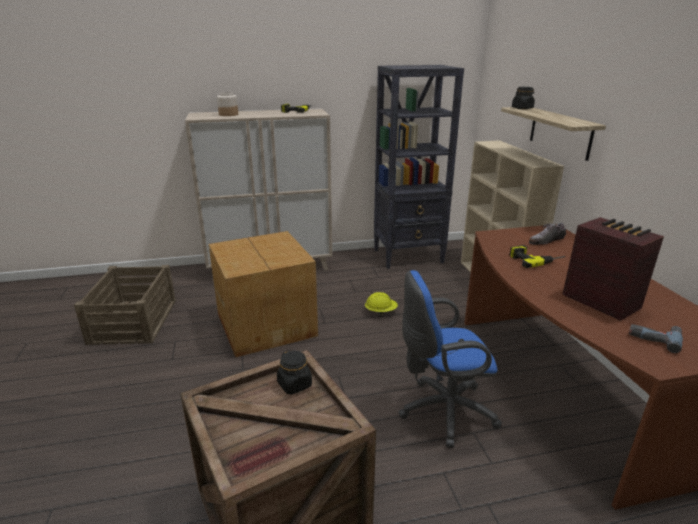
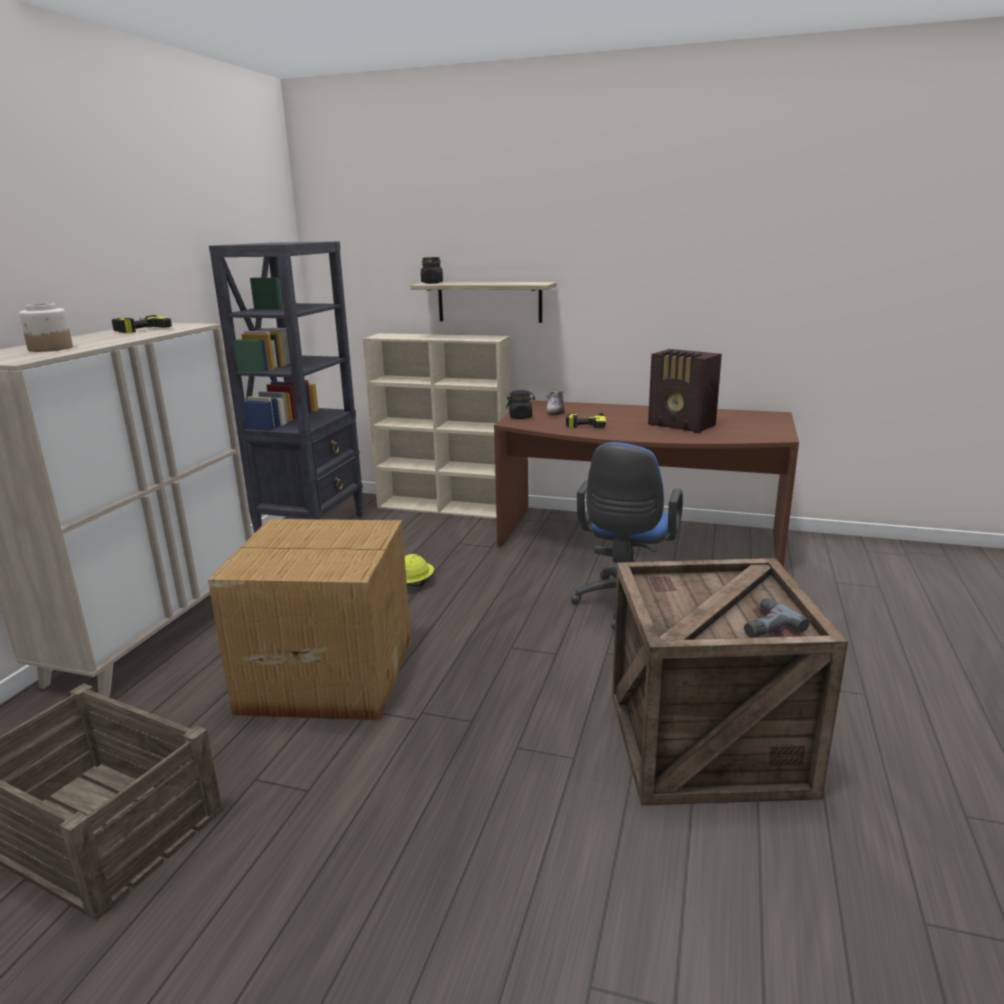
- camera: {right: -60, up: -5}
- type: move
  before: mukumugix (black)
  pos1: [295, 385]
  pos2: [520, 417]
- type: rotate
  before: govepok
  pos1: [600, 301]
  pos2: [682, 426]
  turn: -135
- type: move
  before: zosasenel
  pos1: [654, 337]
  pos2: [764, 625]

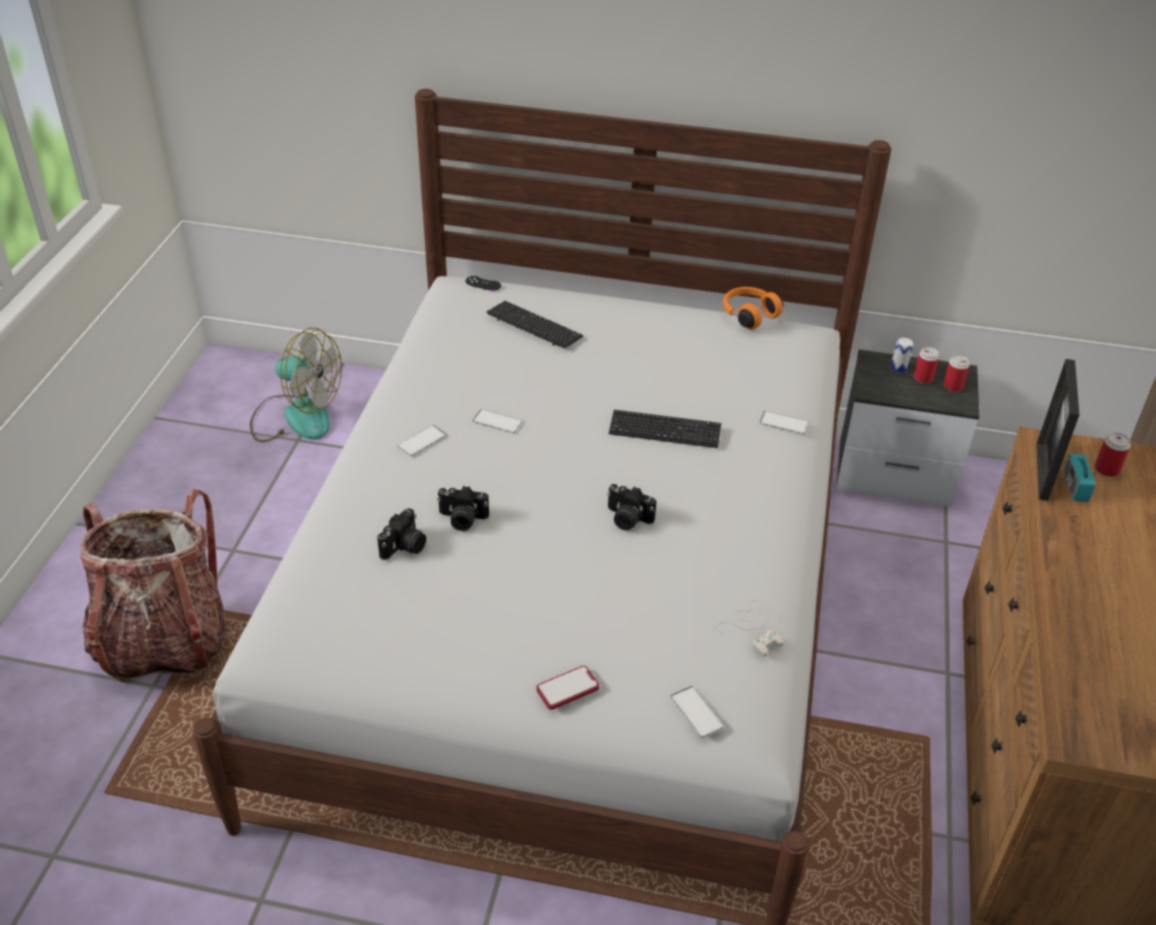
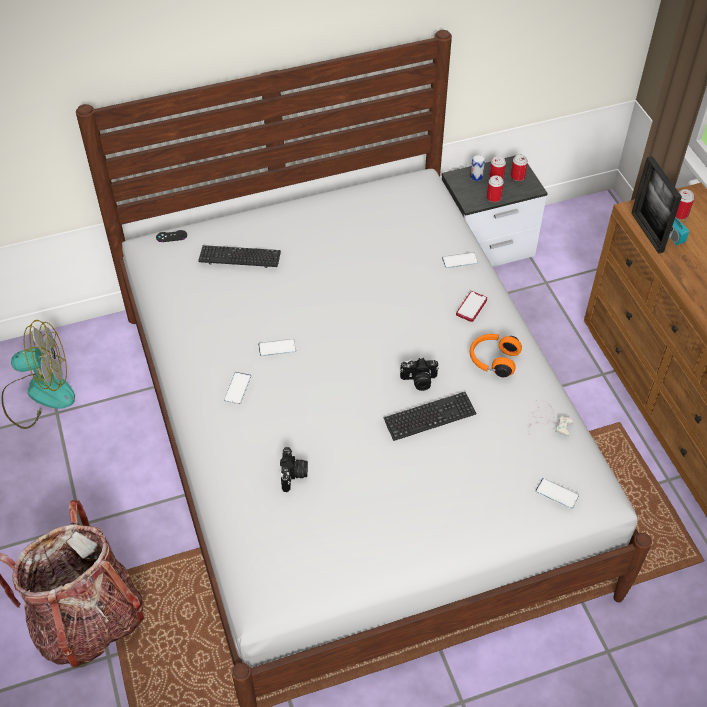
- camera: {right: -30, up: 10}
- type: delete
  before: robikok
  pos1: [462, 519]
- type: move
  before: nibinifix
  pos1: [567, 689]
  pos2: [471, 307]
- type: move
  before: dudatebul
  pos1: [664, 431]
  pos2: [429, 417]
- type: move
  before: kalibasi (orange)
  pos1: [748, 315]
  pos2: [493, 360]
- type: insert
  after: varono
  pos2: [493, 197]

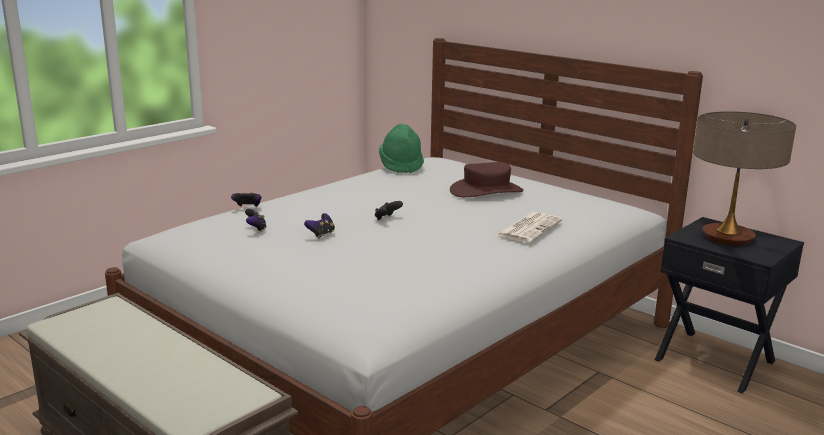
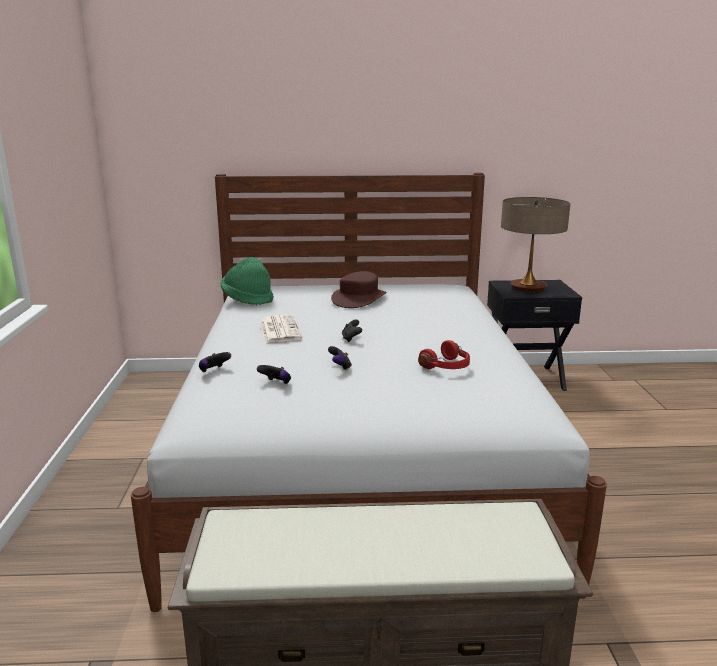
- camera: {right: -45, up: 0}
- type: move
  before: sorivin
  pos1: [529, 228]
  pos2: [279, 330]
- type: insert
  after: kalibasi (red)
  pos2: [447, 366]

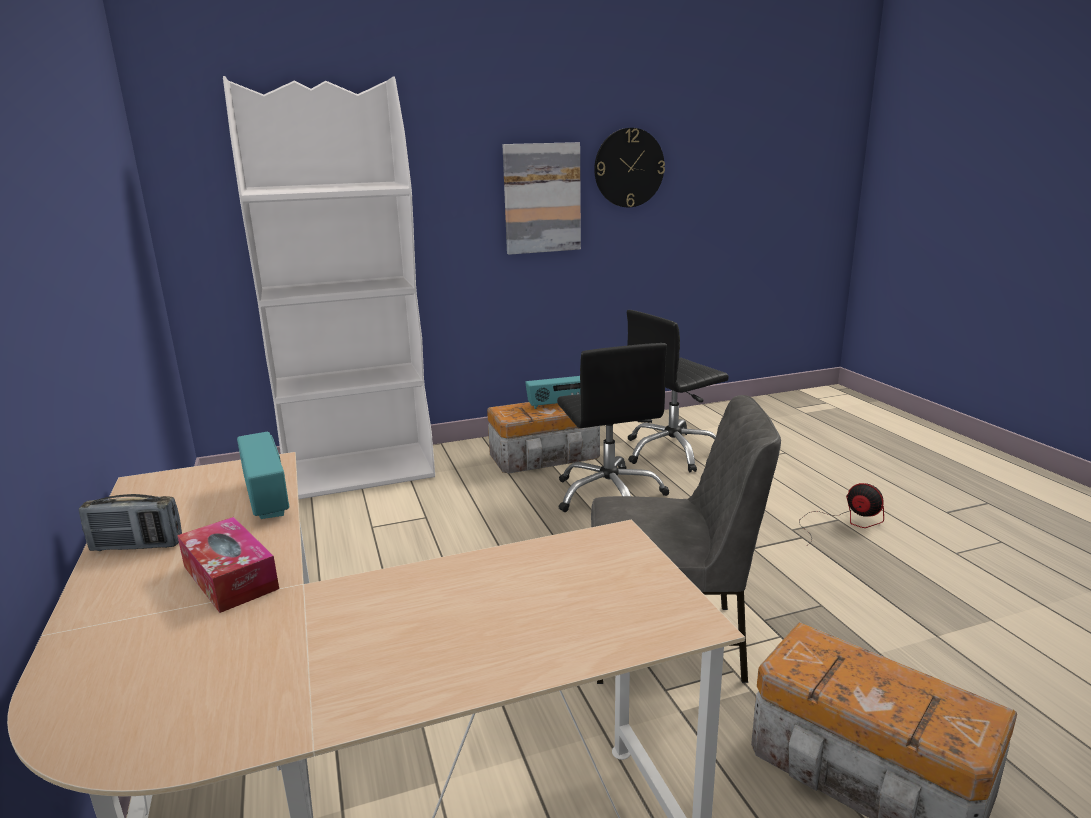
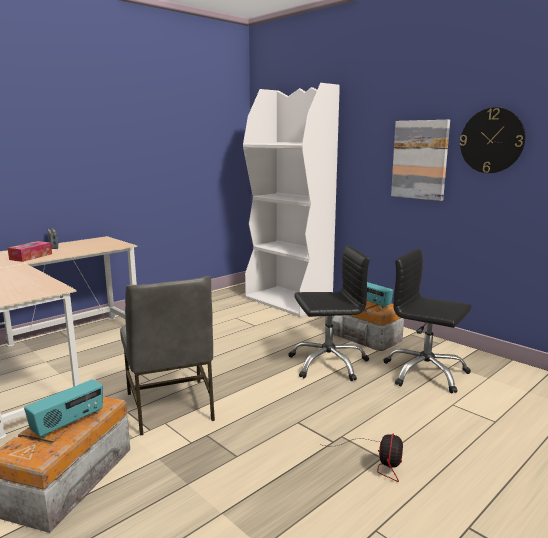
- camera: {right: 65, up: -5}
- type: move
  before: govepok
  pos1: [268, 498]
  pos2: [68, 423]
- type: rotate
  before: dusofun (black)
  pos1: [609, 495]
  pos2: [328, 363]
  turn: -150

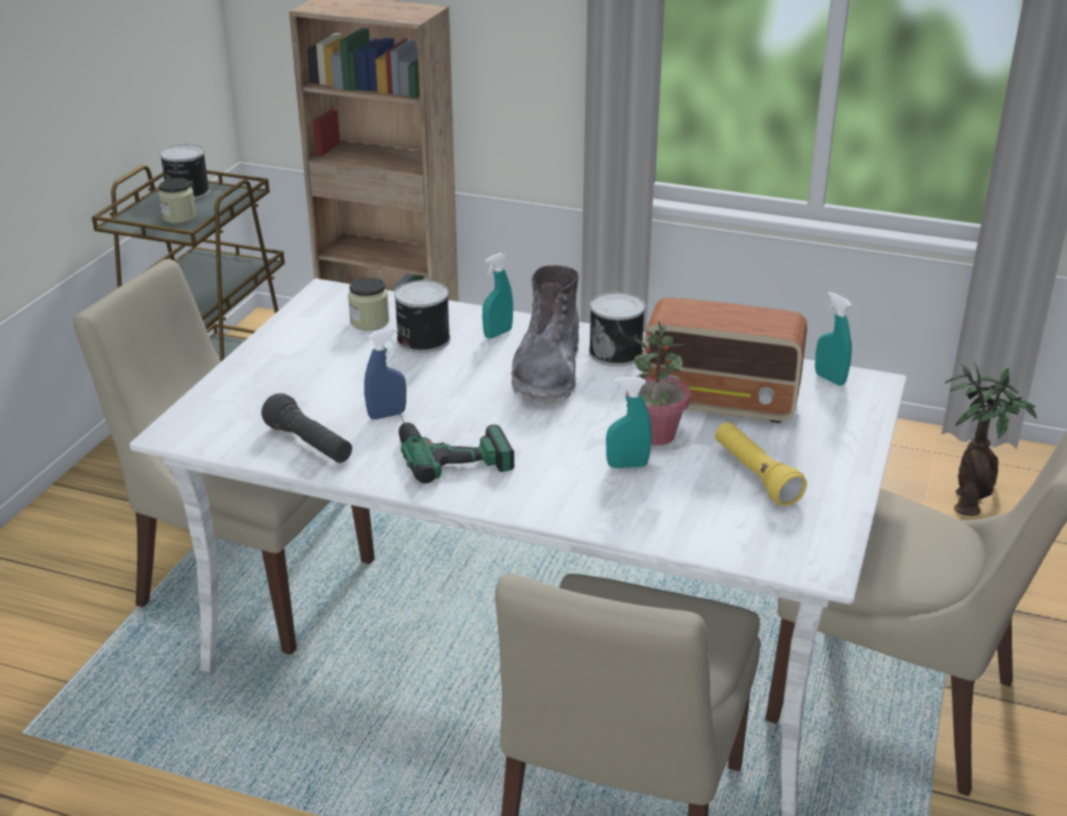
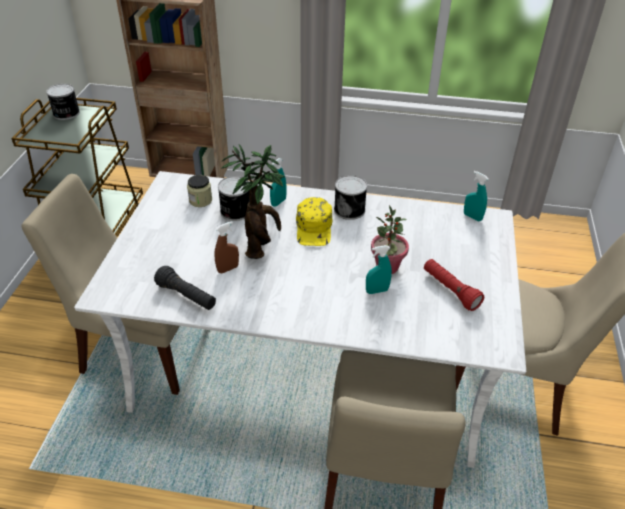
- camera: {right: -10, up: 10}
- type: delete
  before: mukumugix
  pos1: [179, 217]
- type: recolor
  before: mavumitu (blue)
  after: mavumitu (brown)
  pos1: [387, 415]
  pos2: [228, 269]
- type: delete
  before: zosasenel
  pos1: [449, 448]
- type: replace
  before: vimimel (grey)
  after: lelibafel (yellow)
  pos1: [548, 373]
  pos2: [314, 228]
- type: delete
  before: govepok
  pos1: [722, 403]
- type: recolor
  before: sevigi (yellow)
  after: sevigi (red)
  pos1: [755, 476]
  pos2: [450, 290]
- type: move
  before: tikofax
  pos1: [971, 501]
  pos2: [261, 245]

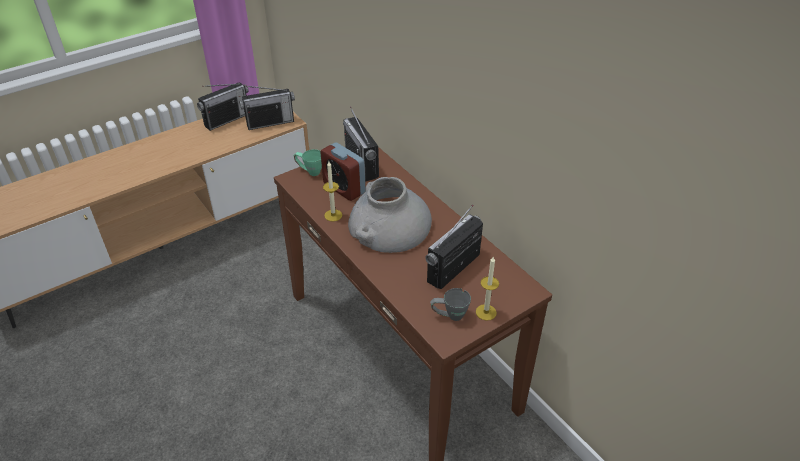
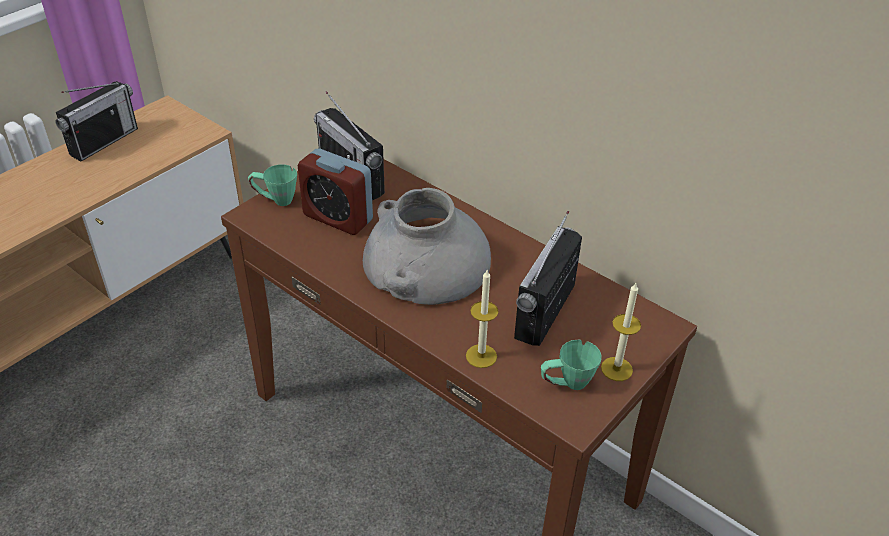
- camera: {right: -15, up: 0}
- type: delete
  before: govepok
  pos1: [270, 123]
- type: move
  before: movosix
  pos1: [333, 215]
  pos2: [481, 356]
- type: recolor
  before: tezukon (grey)
  after: tezukon (green)
  pos1: [449, 316]
  pos2: [566, 384]

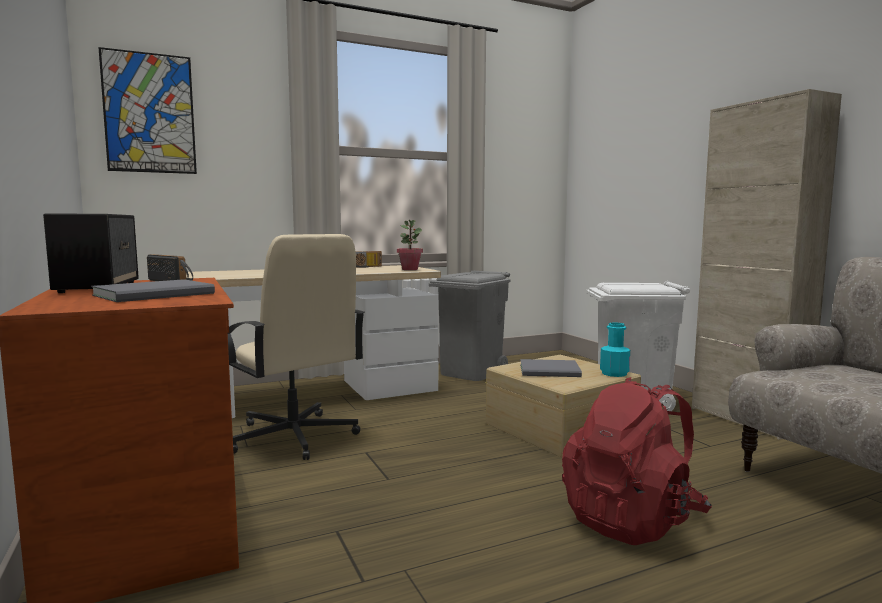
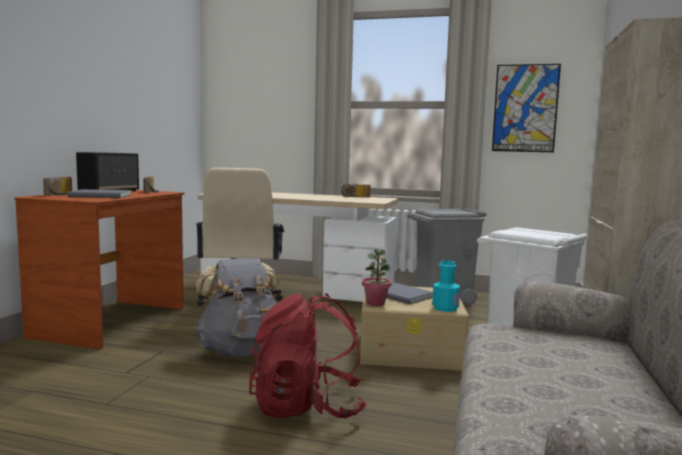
- camera: {right: 40, up: 0}
- type: move
  before: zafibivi
  pos1: [149, 113]
  pos2: [525, 108]
- type: move
  before: tikofax
  pos1: [410, 269]
  pos2: [376, 303]
- type: insert
  after: govepok
  pos2: [61, 194]
- type: insert
  after: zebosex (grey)
  pos2: [242, 352]

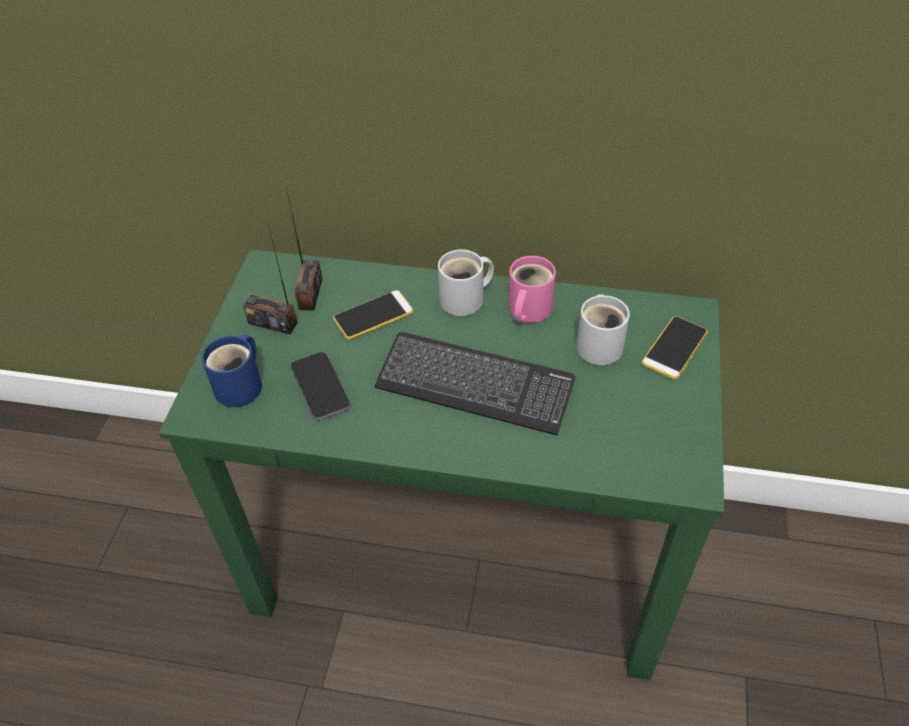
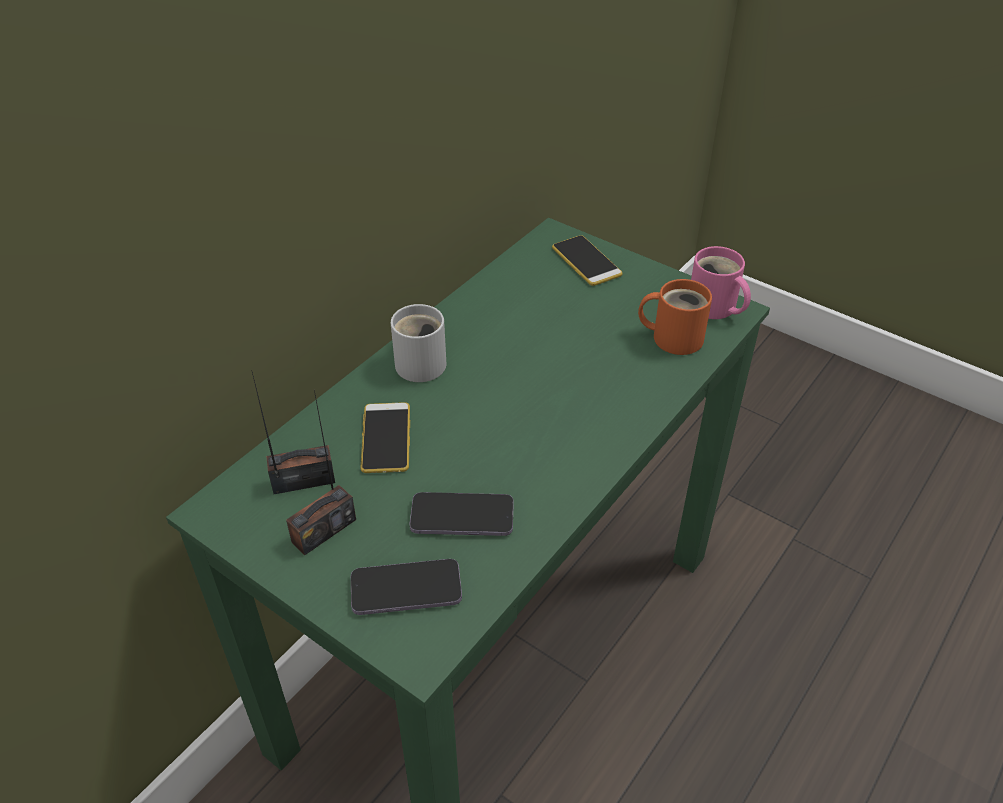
- camera: {right: -65, up: -5}
- type: replace
  before: tezukon (blue)
  after: nibinifix
  pos1: [242, 385]
  pos2: [406, 589]
- type: rotate
  before: govepok
  pos1: [310, 294]
  pos2: [303, 481]
  turn: -45
- type: delete
  before: dudatebul
  pos1: [474, 385]
- type: move
  before: tezukon (pink)
  pos1: [527, 310]
  pos2: [714, 307]
- type: delete
  before: tezukon (white)
  pos1: [600, 344]
- type: insert
  after: tezukon (orange)
  pos2: [673, 336]

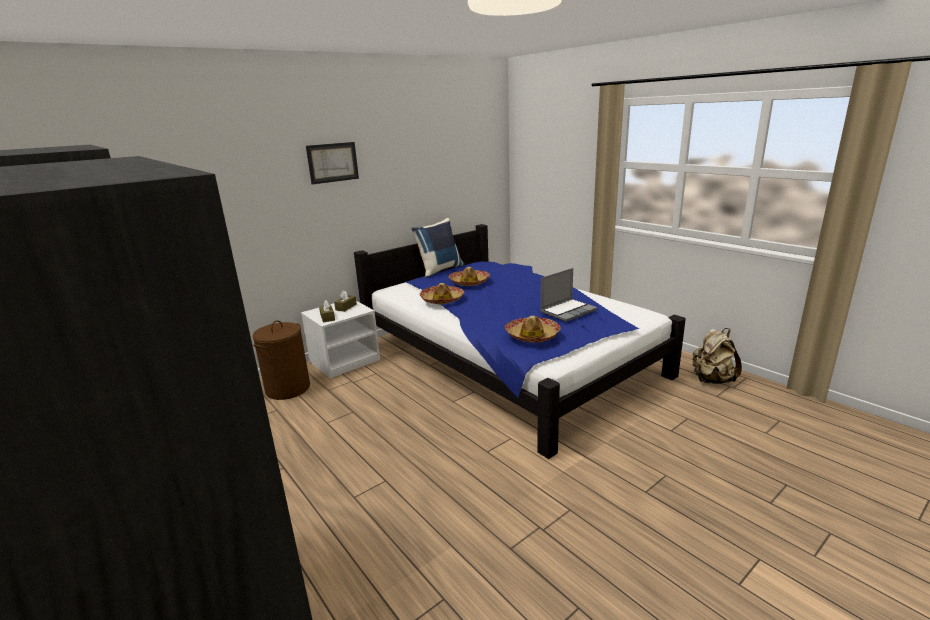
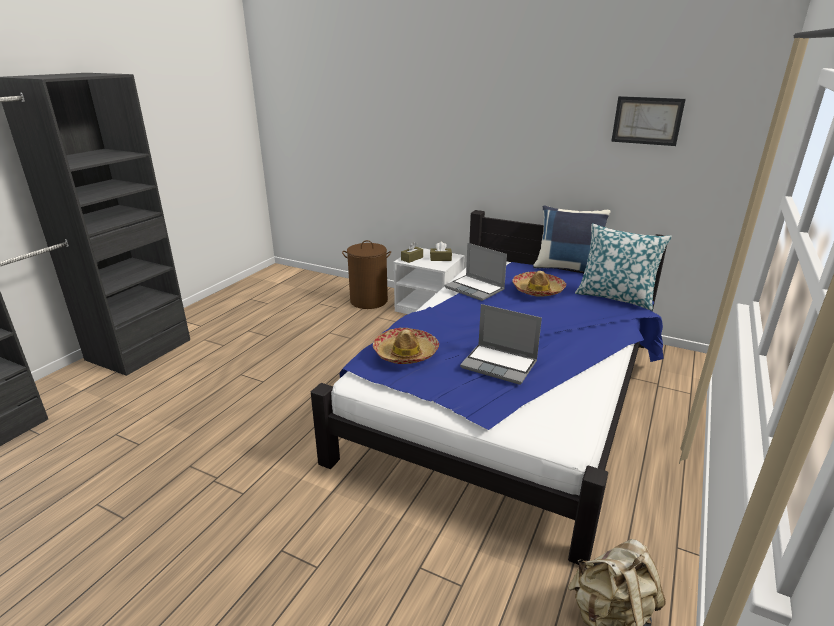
- camera: {right: 65, up: 5}
- type: move
  before: zafibivi
  pos1: [332, 162]
  pos2: [647, 120]
- type: replace
  before: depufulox
  after: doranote
  pos1: [442, 299]
  pos2: [475, 289]
- type: insert
  after: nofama
  pos2: [615, 297]

